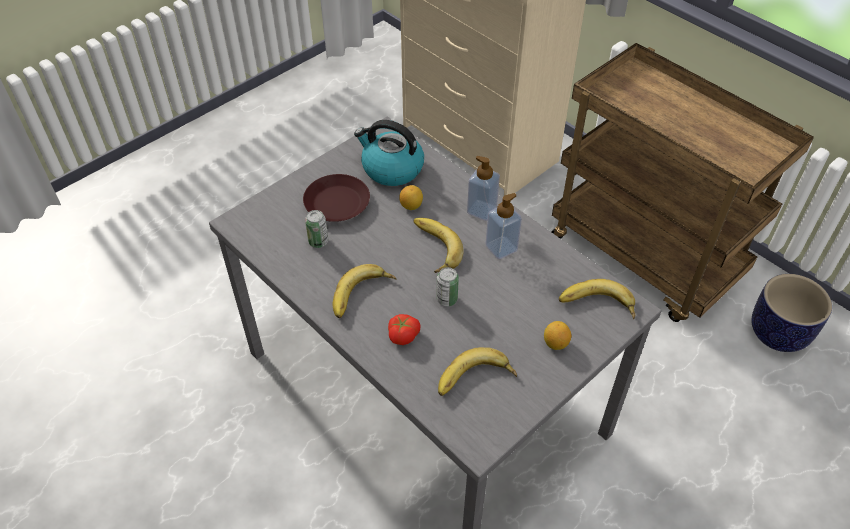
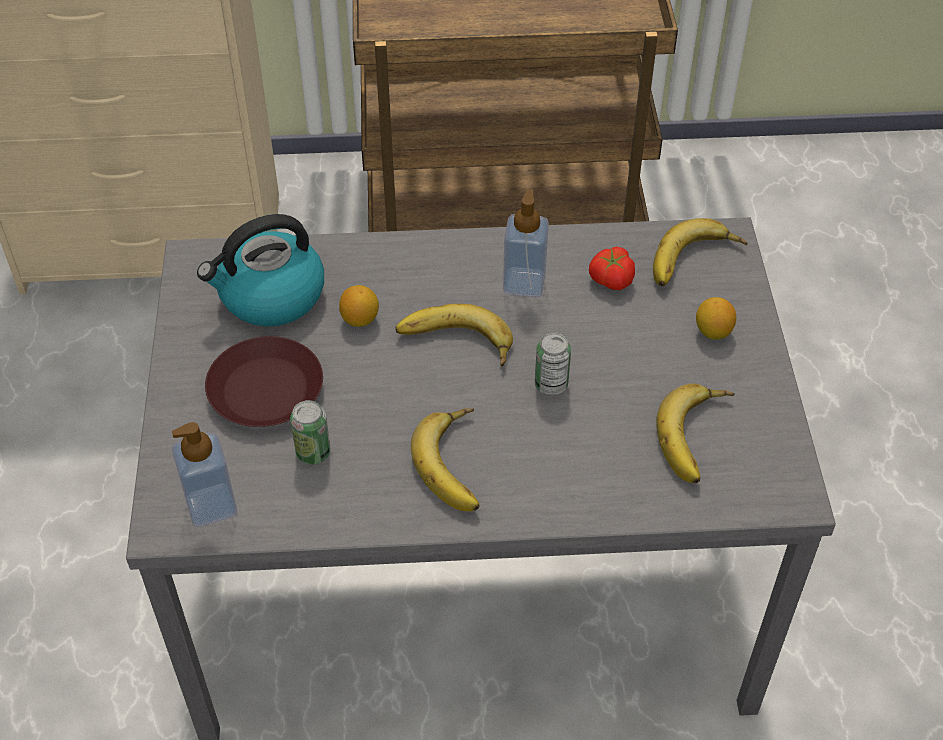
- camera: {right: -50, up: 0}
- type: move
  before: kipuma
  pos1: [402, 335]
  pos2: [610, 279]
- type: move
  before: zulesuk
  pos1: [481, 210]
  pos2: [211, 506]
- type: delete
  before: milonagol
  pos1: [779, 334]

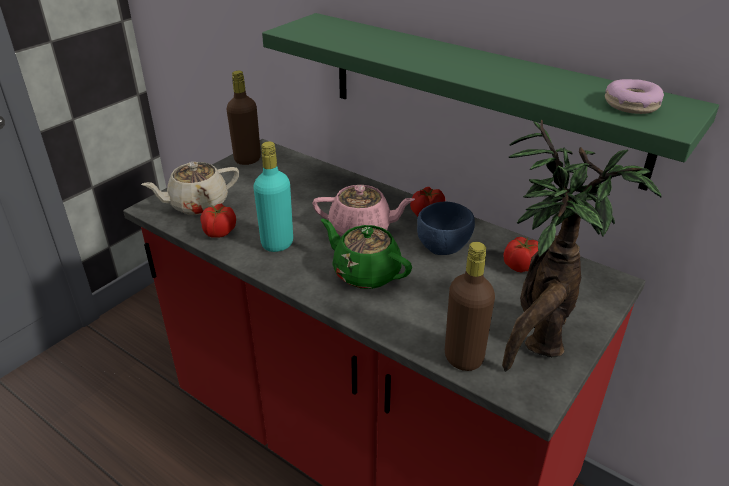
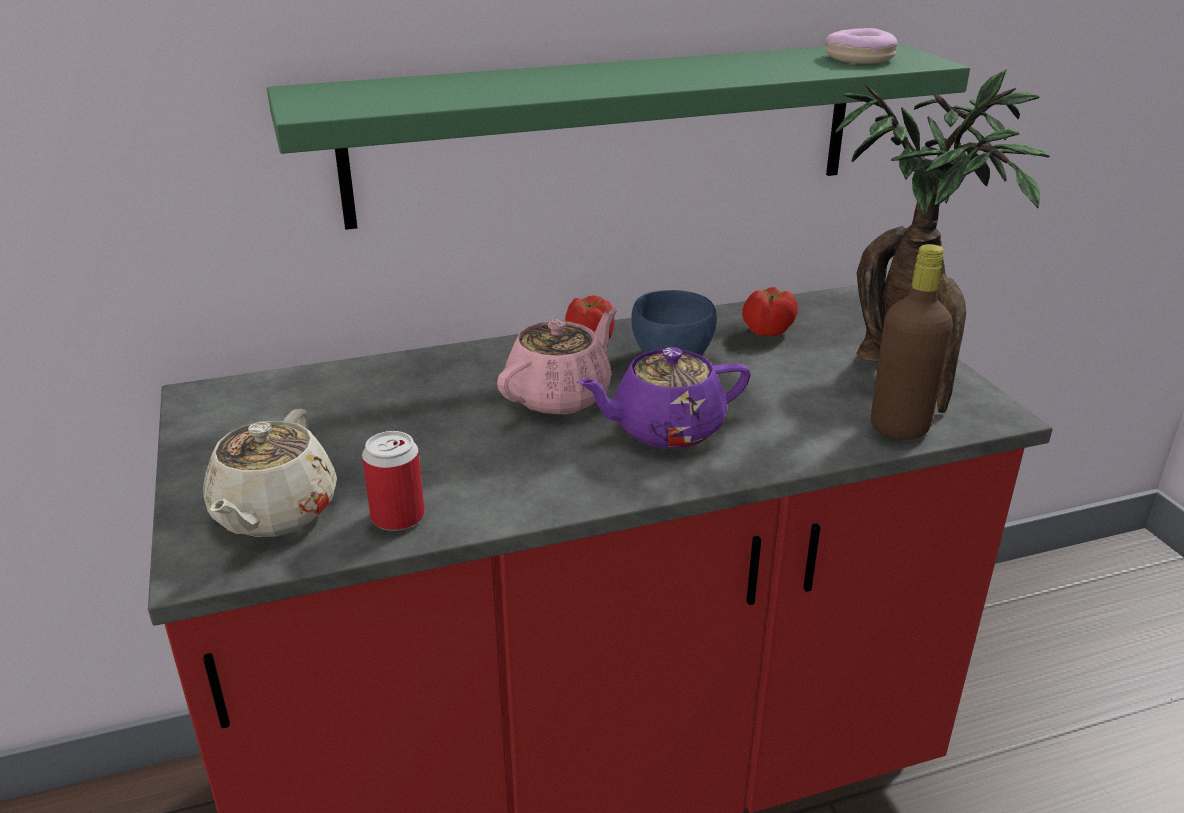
- camera: {right: -55, up: -5}
- type: replace
  before: kipuma
  after: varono
  pos1: [219, 232]
  pos2: [398, 517]
- type: delete
  before: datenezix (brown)
  pos1: [247, 159]
- type: delete
  before: datenezix (turquoise)
  pos1: [277, 243]
- type: recolor
  before: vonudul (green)
  after: vonudul (purple)
  pos1: [365, 273]
  pos2: [665, 429]

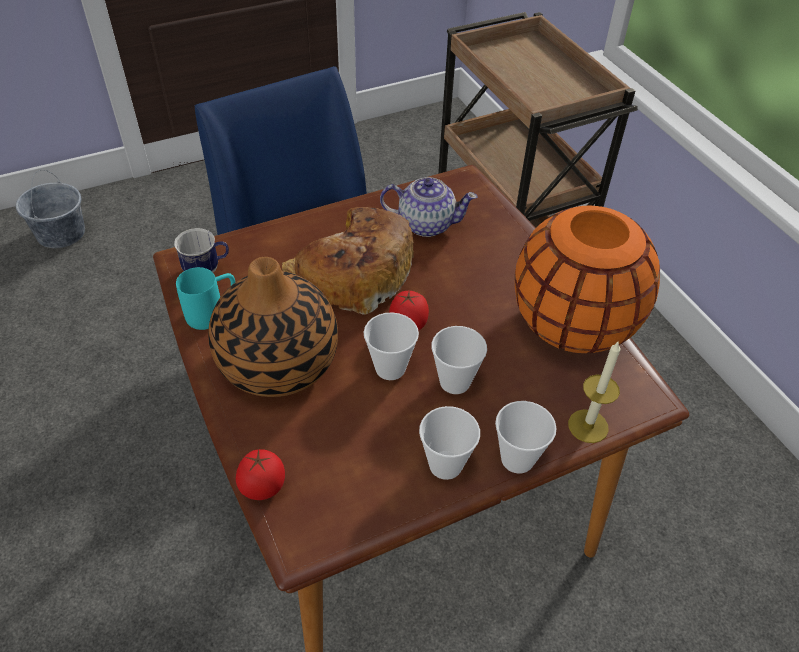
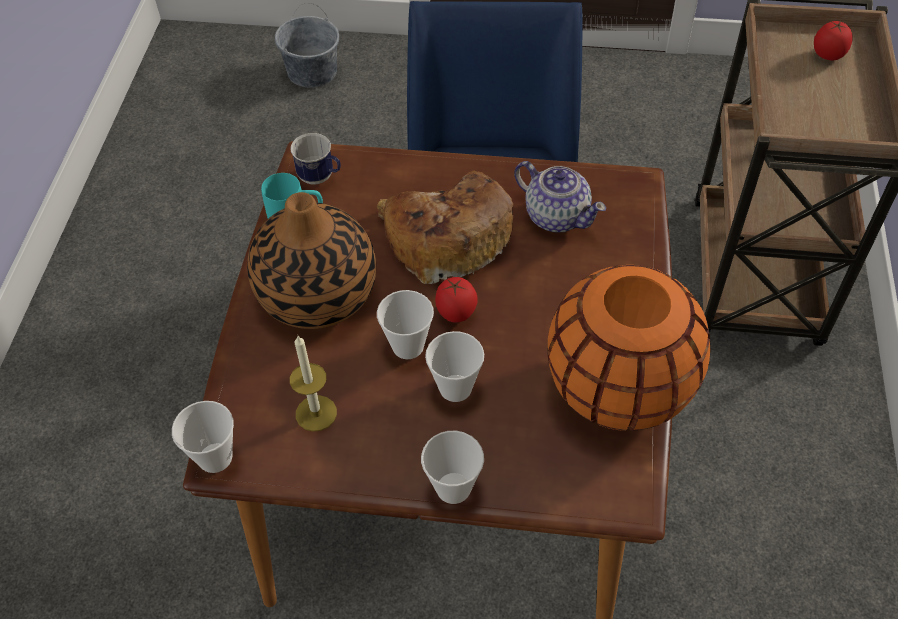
- camera: {right: 35, up: 5}
- type: move
  before: kipuma
  pos1: [262, 488]
  pos2: [827, 56]
- type: move
  before: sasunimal
  pos1: [445, 465]
  pos2: [215, 457]
- type: move
  before: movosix
  pos1: [588, 426]
  pos2: [316, 413]

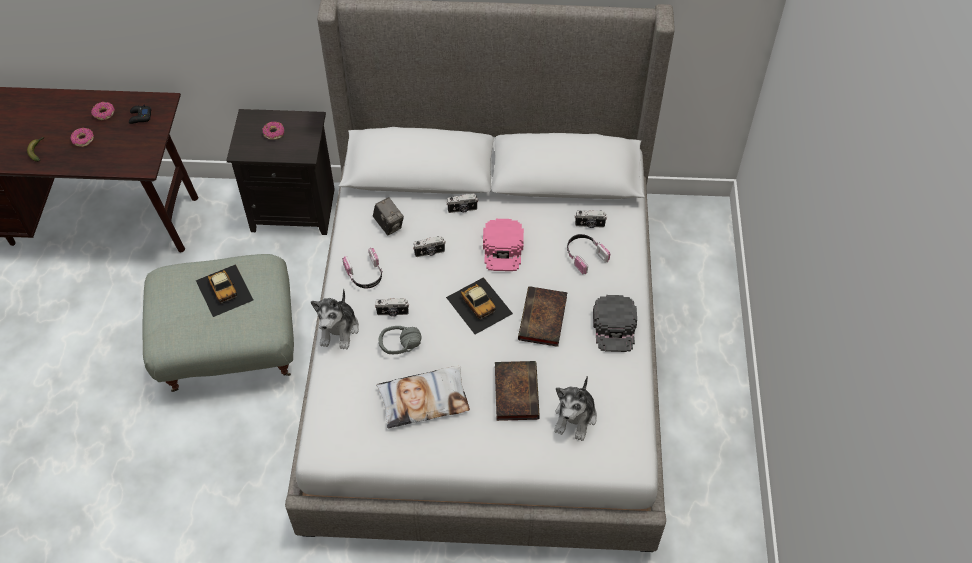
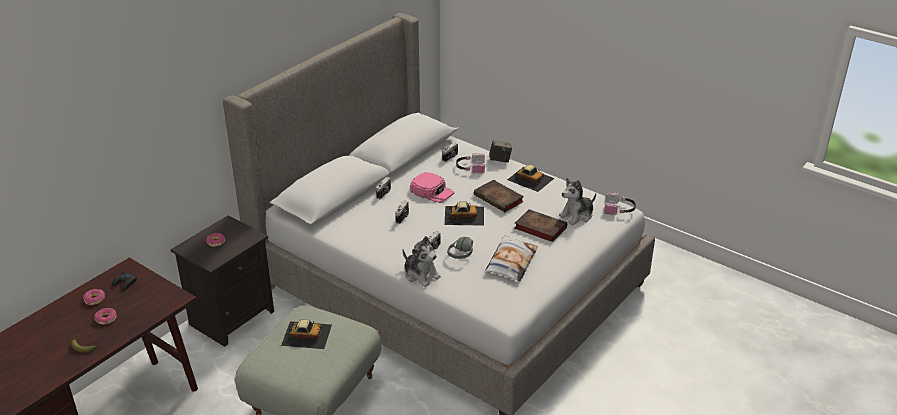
- camera: {right: -55, up: -20}
- type: move
  before: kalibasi
  pos1: [365, 275]
  pos2: [619, 209]
- type: move
  before: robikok
  pos1: [389, 225]
  pos2: [500, 160]
- type: rotate
  before: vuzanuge
  pos1: [575, 417]
  pos2: [577, 215]
  turn: 90
- type: replace
  before: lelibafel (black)
  after: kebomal
  pos1: [614, 327]
  pos2: [530, 178]

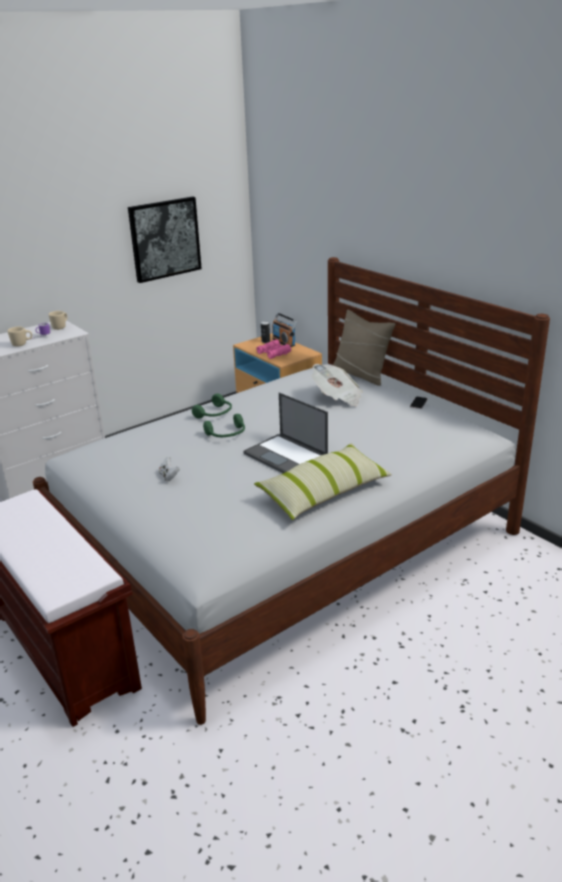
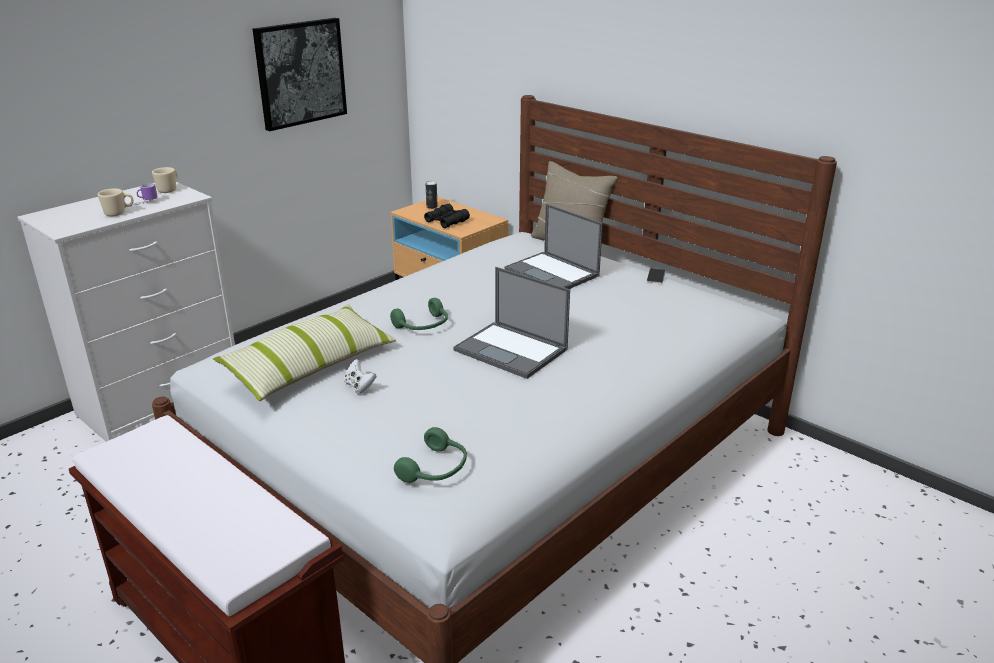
- camera: {right: -10, up: 0}
- type: move
  before: kalibasi (green)
  pos1: [215, 414]
  pos2: [436, 469]
- type: move
  before: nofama
  pos1: [324, 492]
  pos2: [309, 366]
- type: recolor
  before: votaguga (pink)
  after: votaguga (black)
  pos1: [273, 353]
  pos2: [446, 221]
- type: delete
  before: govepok
  pos1: [284, 342]
- type: replace
  before: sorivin
  after: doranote
  pos1: [337, 397]
  pos2: [553, 273]

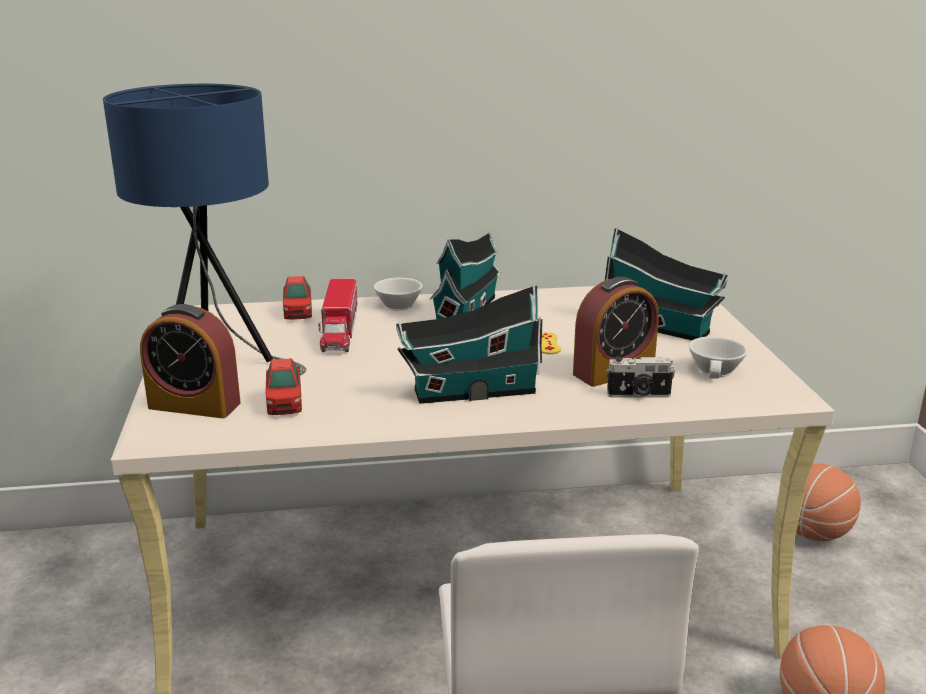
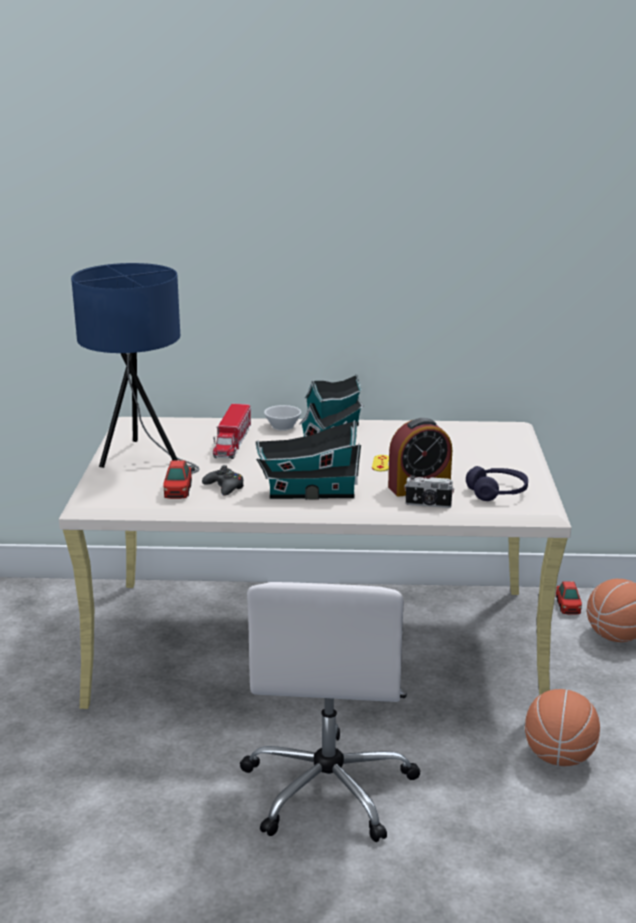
- camera: {right: 10, up: 0}
- type: delete
  before: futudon
  pos1: [194, 405]
- type: move
  before: kebomal
  pos1: [298, 313]
  pos2: [568, 607]
- type: delete
  before: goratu
  pos1: [660, 327]
- type: replace
  before: sasunimal (white)
  after: kalibasi (purple)
  pos1: [717, 371]
  pos2: [497, 492]
- type: insert
  after: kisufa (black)
  pos2: [224, 487]

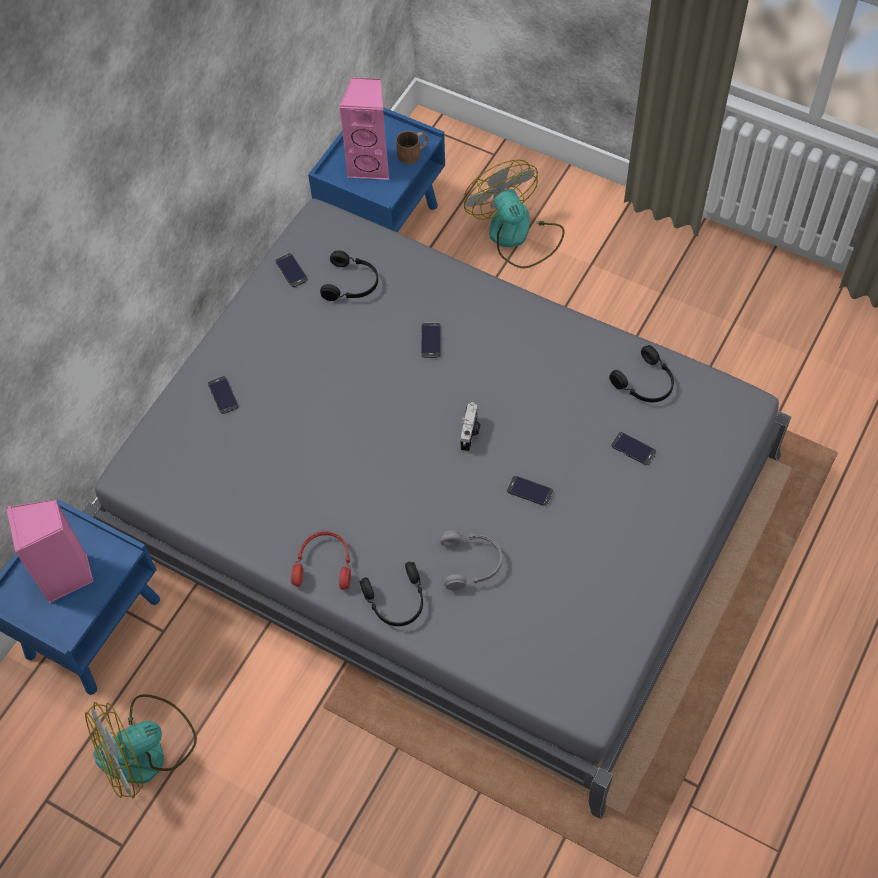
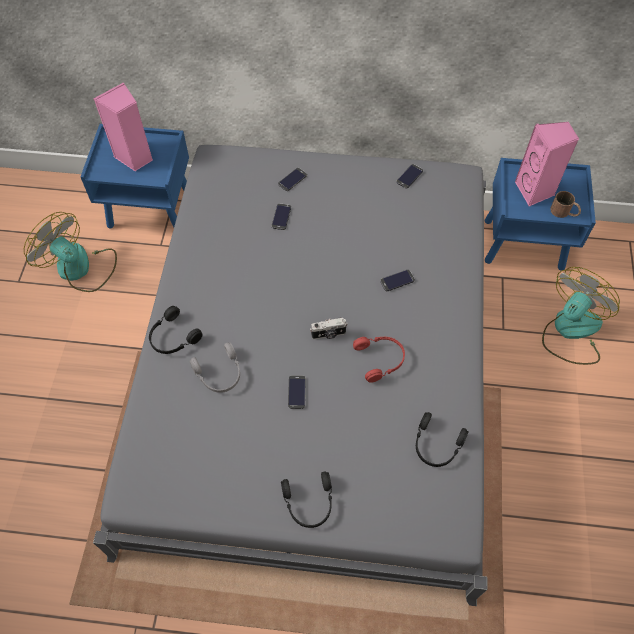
- camera: {right: 65, up: 0}
- type: move
  before: kalibasi (red)
  pos1: [324, 564]
  pos2: [380, 359]
- type: move
  before: kalibasi (black)
  pos1: [352, 284]
  pos2: [309, 503]
- type: move
  before: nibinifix
  pos1: [633, 449]
  pos2: [281, 217]

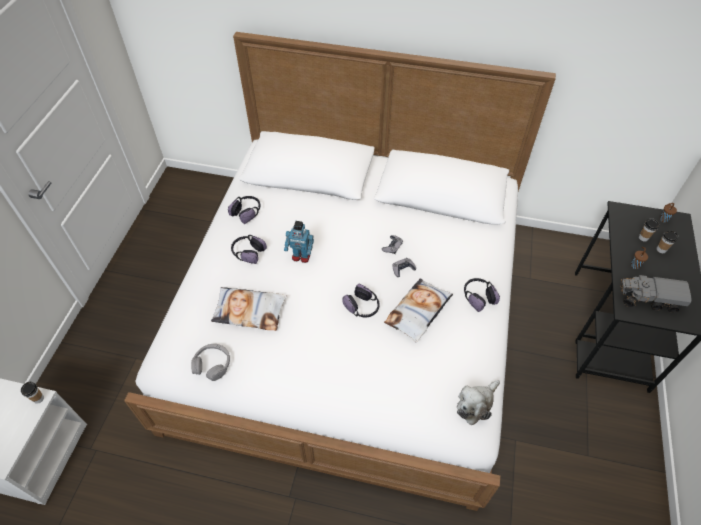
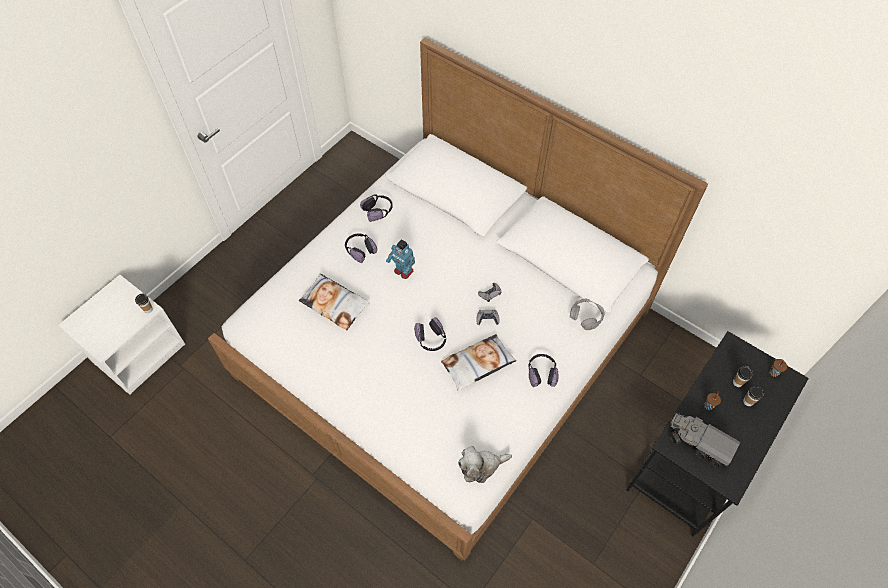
- camera: {right: 25, up: 5}
- type: move
  before: kalibasi (grey)
  pos1: [212, 364]
  pos2: [586, 316]

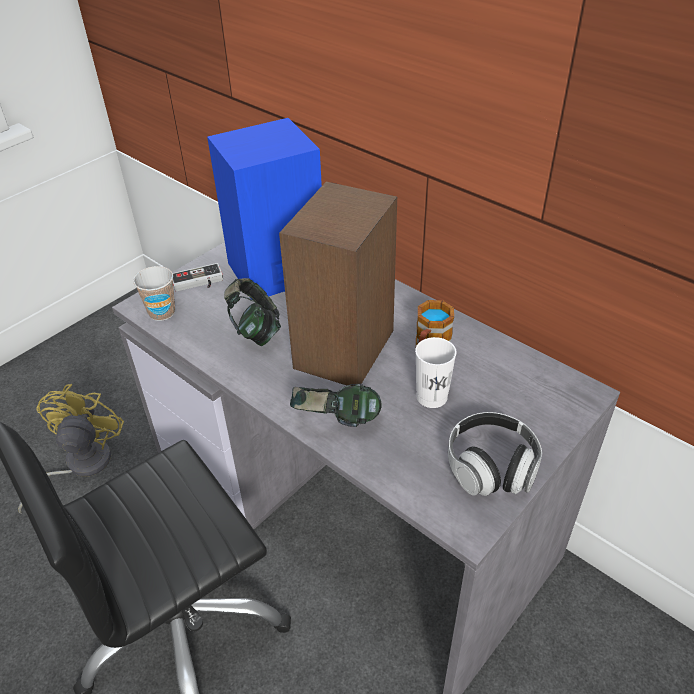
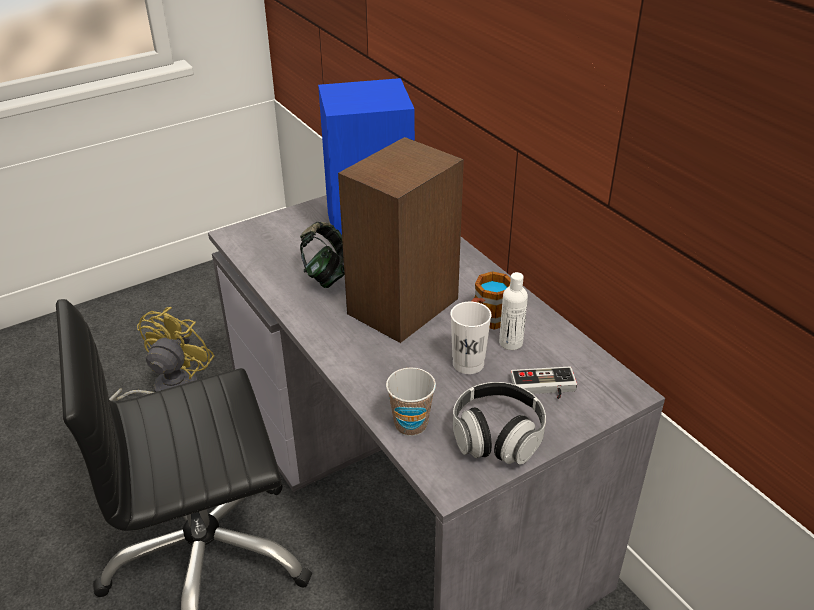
- camera: {right: 15, up: -5}
- type: move
  before: sasunimal
  pos1: [162, 312]
  pos2: [411, 424]
- type: move
  before: kisufa
  pos1: [198, 283]
  pos2: [544, 388]
- type: delete
  before: kalibasi
  pos1: [336, 423]
- type: insert
  after: datenezix (white)
  pos2: [511, 343]

